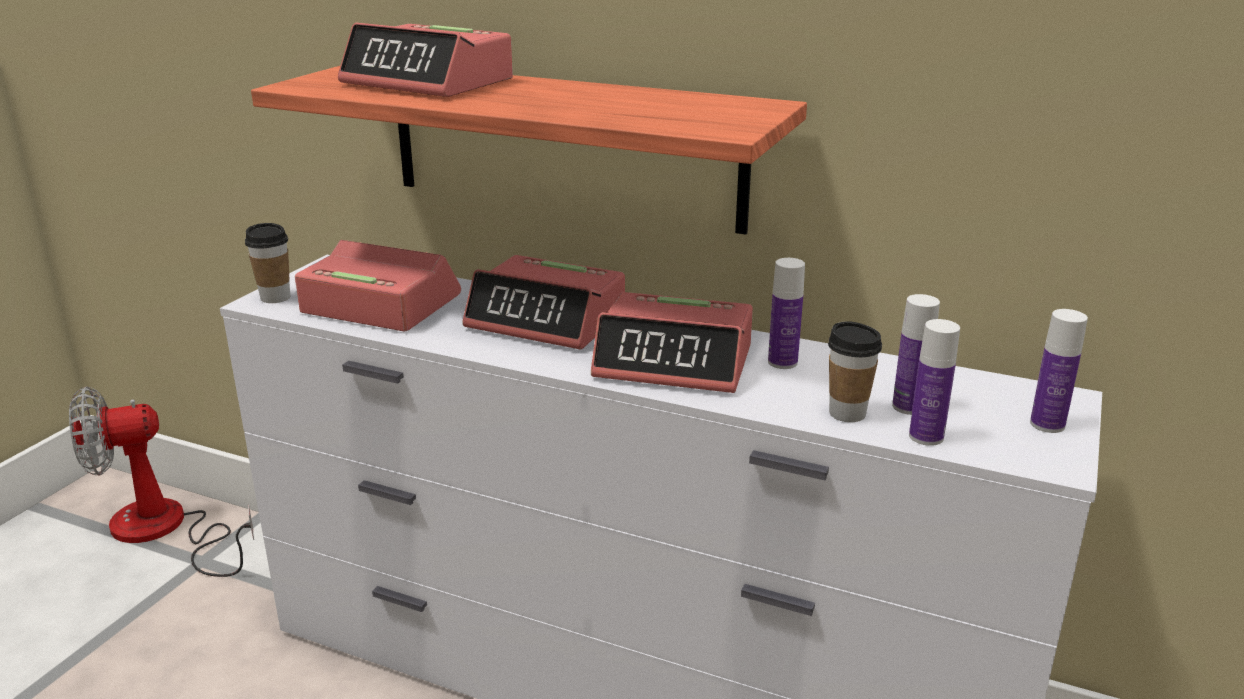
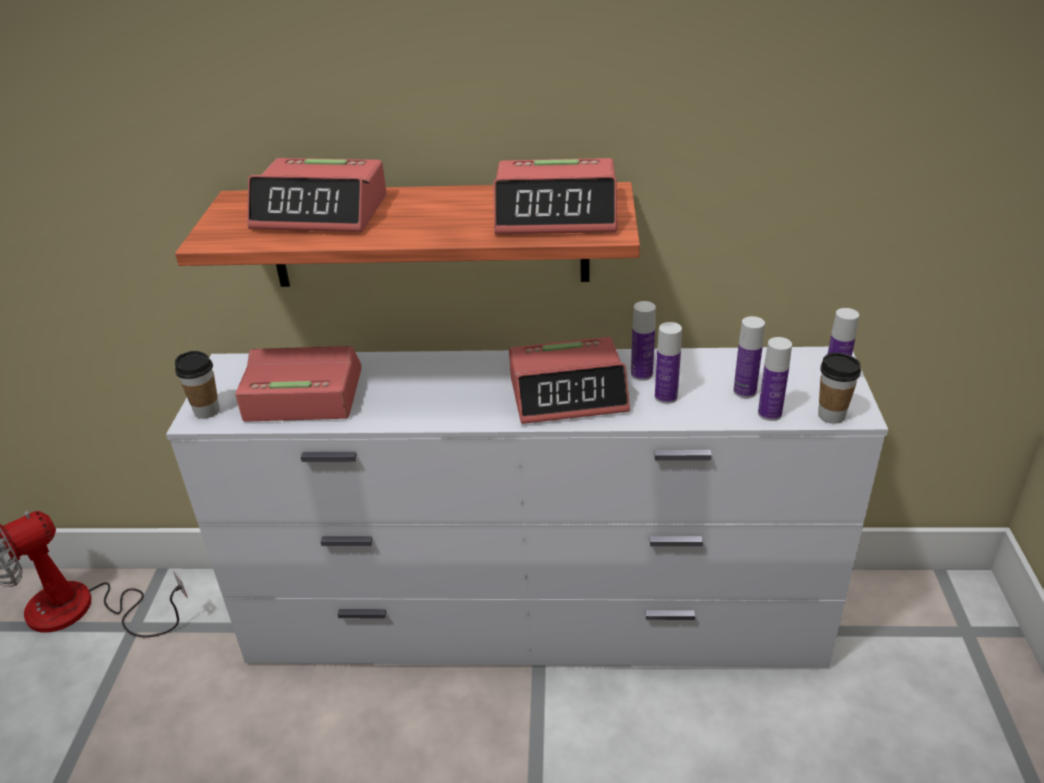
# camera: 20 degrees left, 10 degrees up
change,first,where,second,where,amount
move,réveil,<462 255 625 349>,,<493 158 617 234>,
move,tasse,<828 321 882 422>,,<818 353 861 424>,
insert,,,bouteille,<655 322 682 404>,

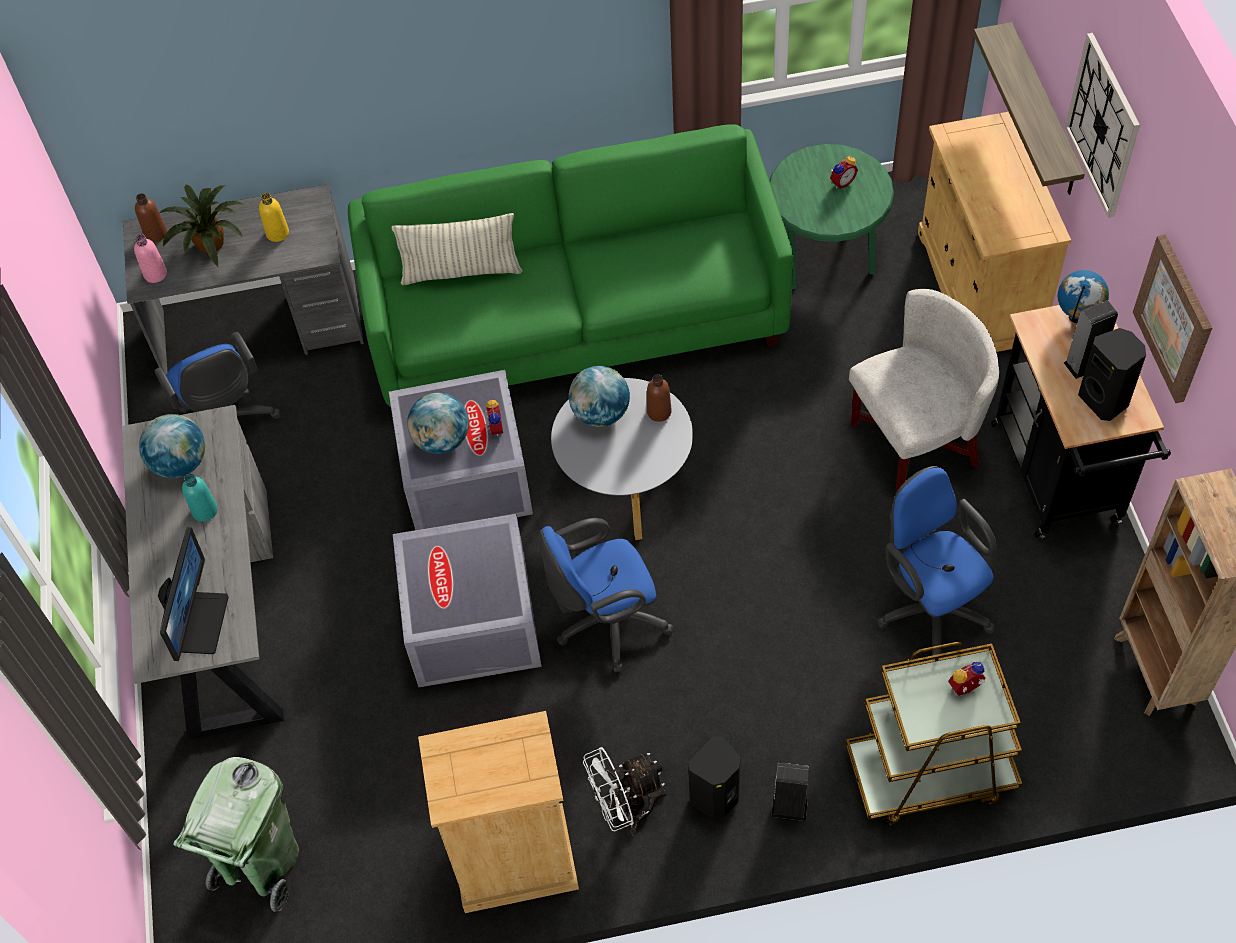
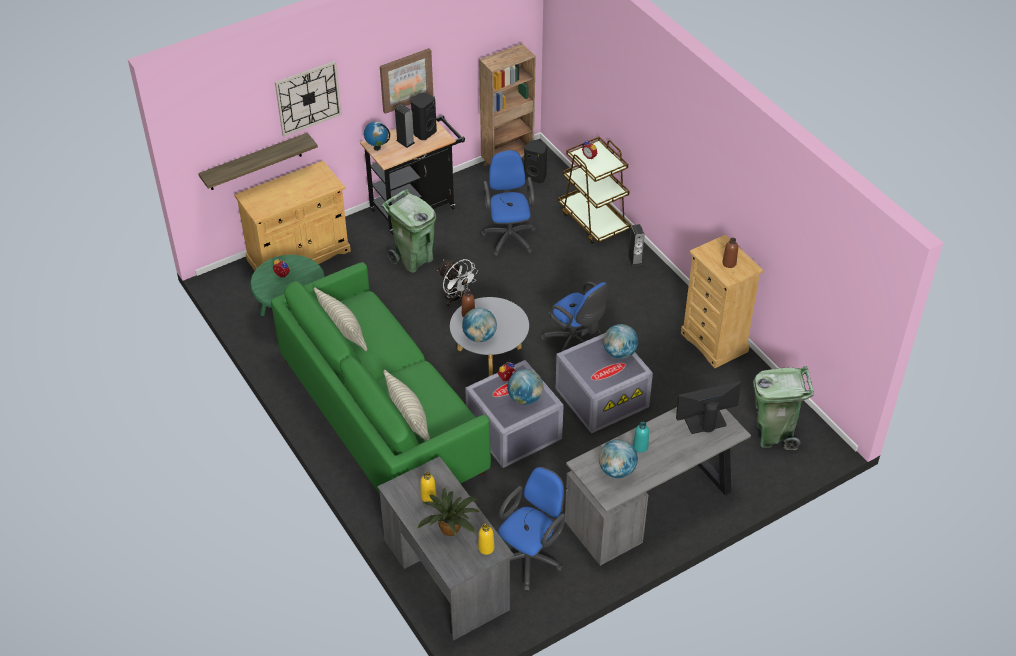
# camera: 115 degrees left, 10 degrees down
change,first,where,second,where,amount
move,bouteille [marron],<135 193 167 242>,,<722 237 738 268>,
recolor,bouteille [rose],<134 234 167 283>,bouteille [jaune],<478 523 494 555>,
replace,fauteuil [blanc],<849 289 999 493>,poubelle [vert],<381 189 436 273>,
rotate,chaise de bureau [bleu],<877 466 997 660>,,<481 150 536 257>,135 degrees clockwise
move,enceinte [noir],<688 736 740 819>,,<524 140 547 183>,
move,ventilateur [blanc],<583 747 666 836>,,<437 259 478 306>,
insert,,,coussin,<314 287 367 351>,
insert,,,globe,<603 324 638 359>,

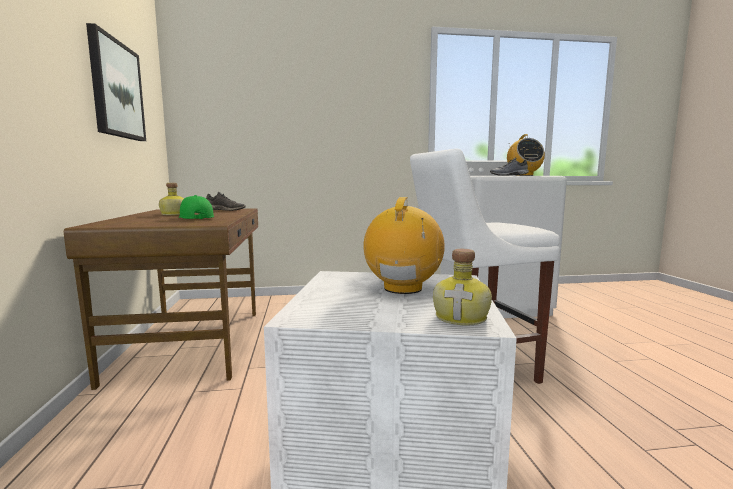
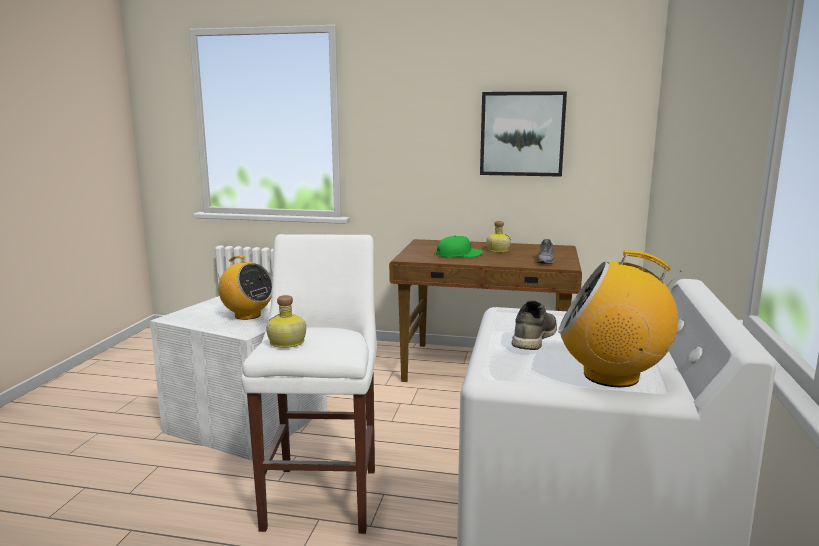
# camera: 110 degrees right, 5 degrees up
change,first,where,second,where,amount
move,bouteille,<433 249 492 326>,,<266 295 306 348>,

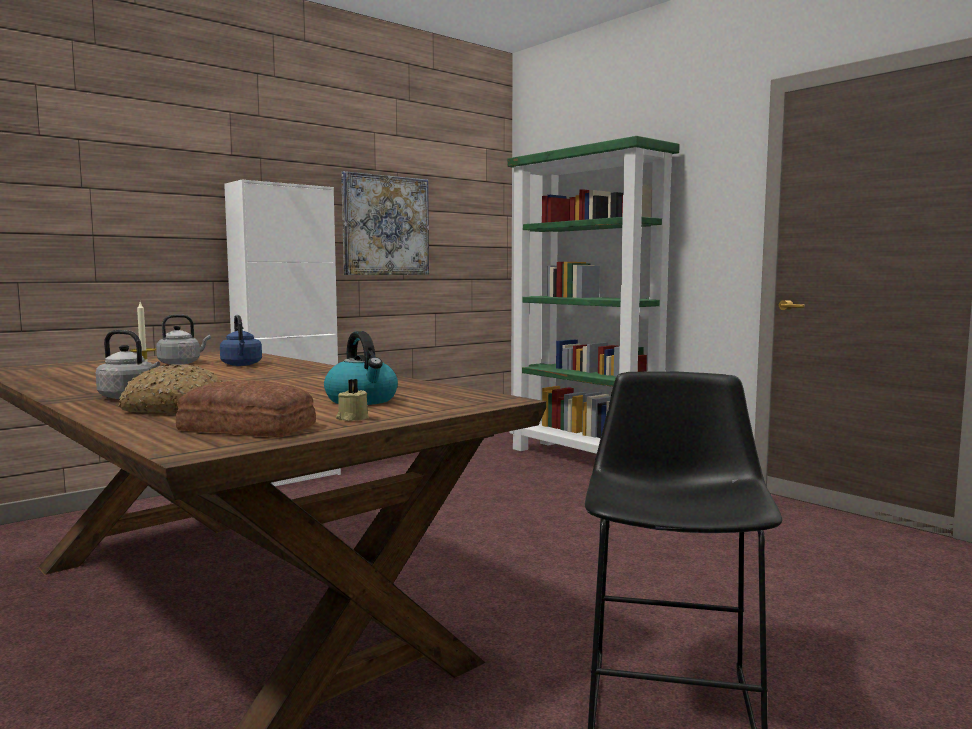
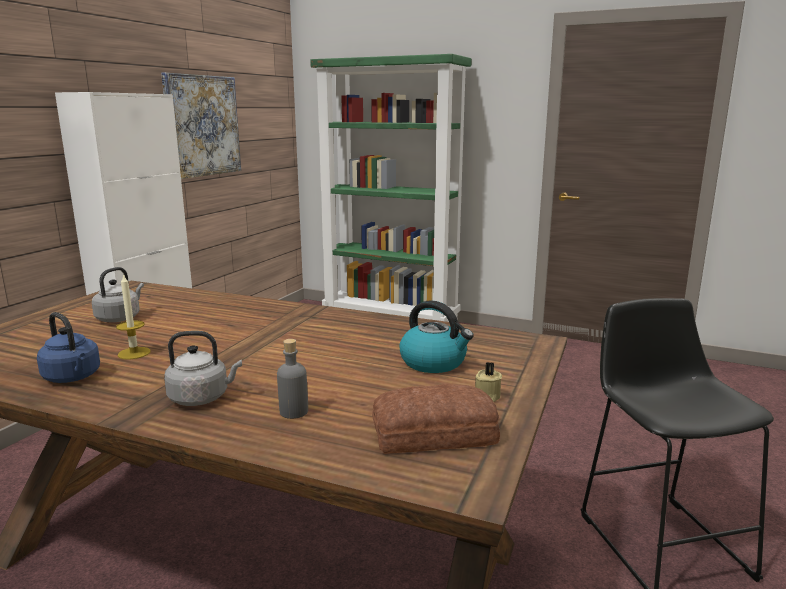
# camera: 25 degrees left, 10 degrees up
change,first,where,second,where,amount
move,bouilloire [bleu],<220 315 262 366>,,<37 312 100 383>,
replace,pain,<119 364 223 414>,bouteille [gris],<277 339 308 419>,

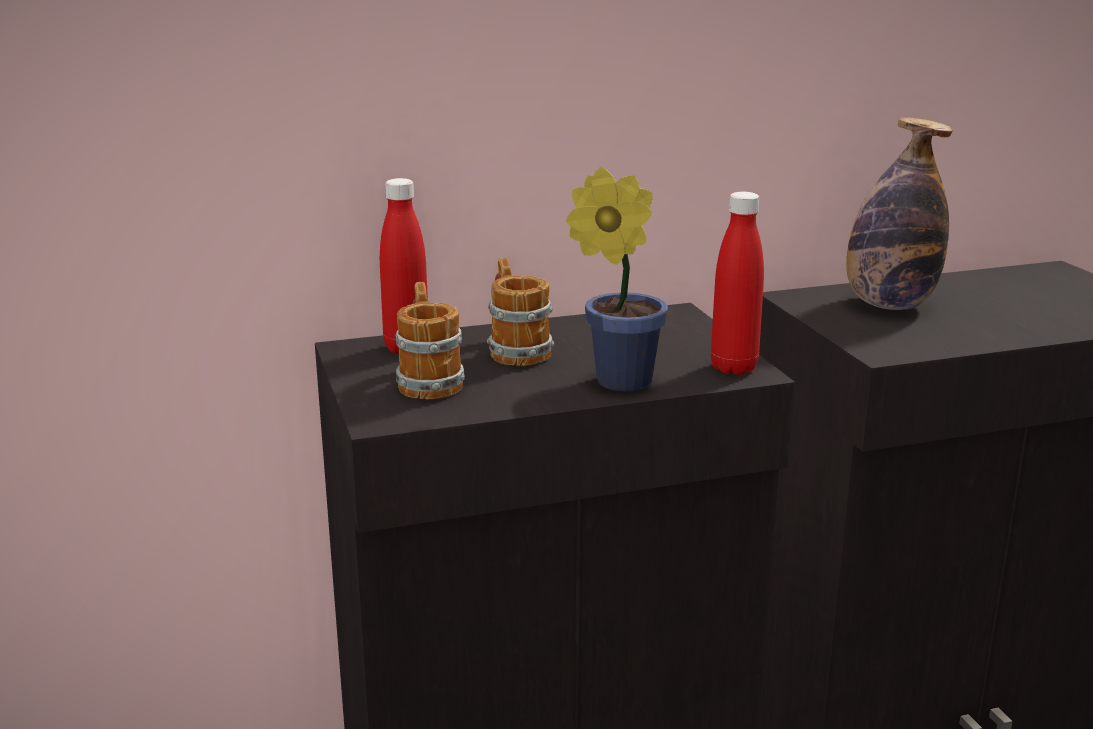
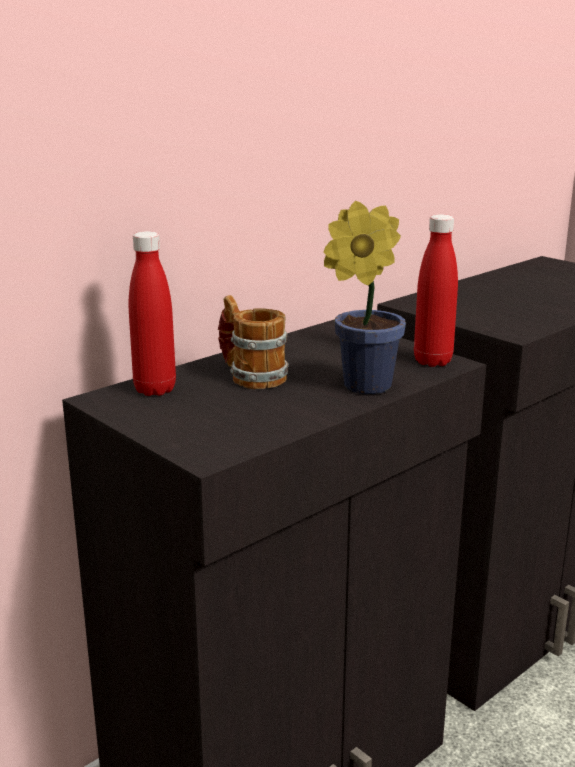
# camera: 25 degrees left, 0 degrees up
change,first,where,second,where,amount
delete,bouteille,<846 117 953 310>,,,
delete,mug,<396 282 465 399>,,,

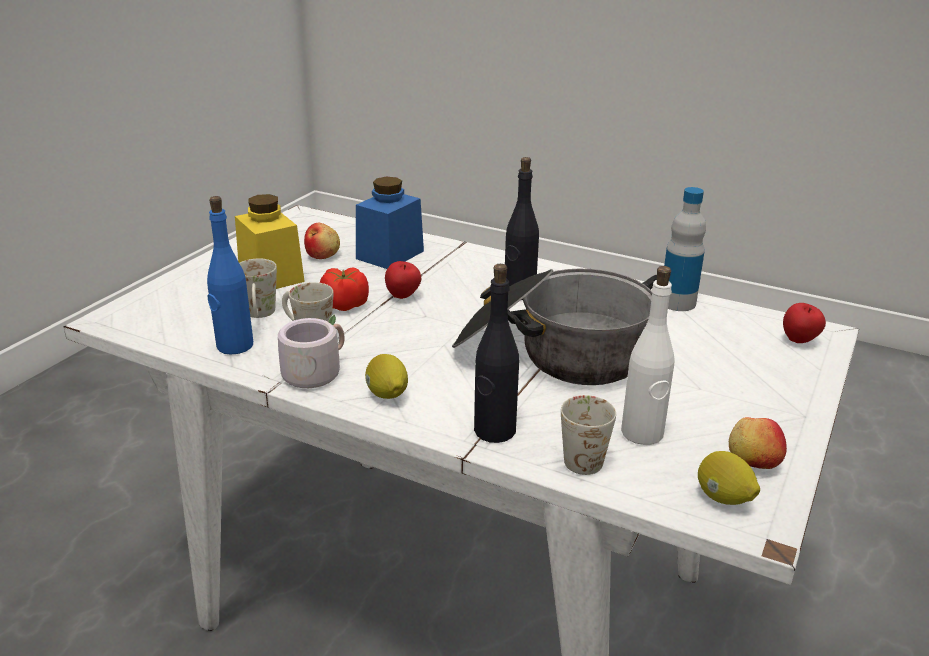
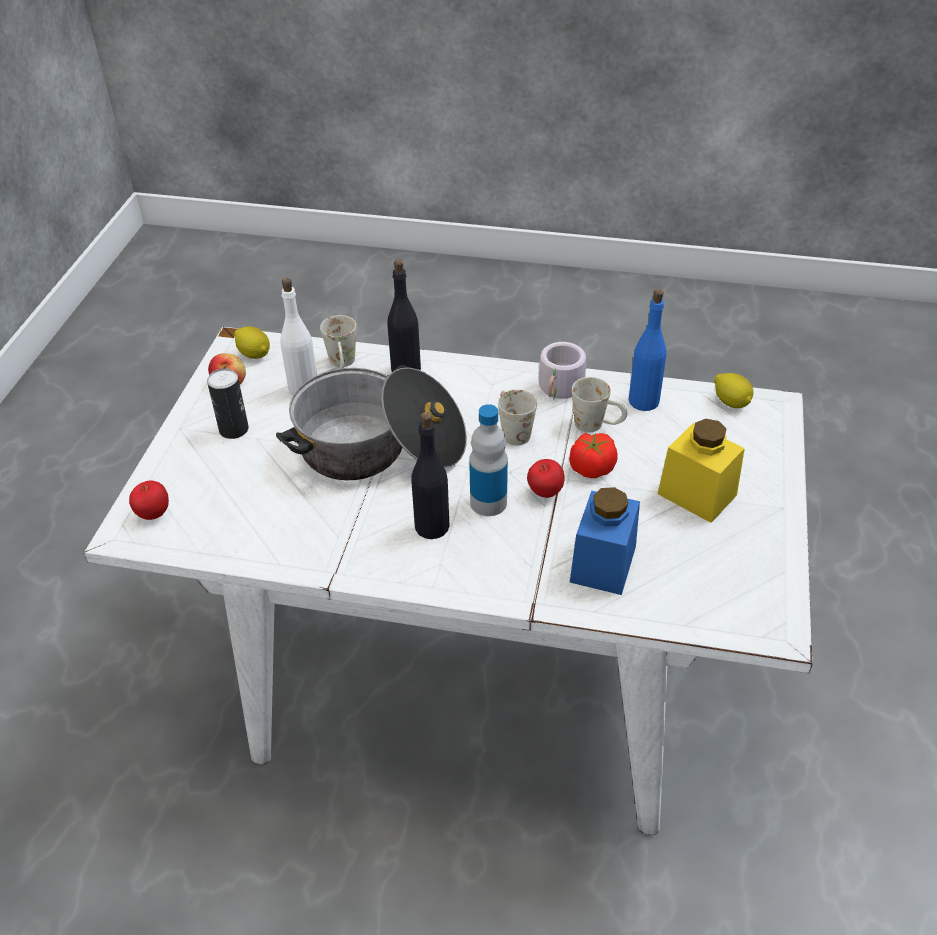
# camera: 165 degrees right, 15 degrees up
change,first,where,second,where,amount
move,bouteille,<664 187 706 311>,,<469 404 508 516>,
delete,pomme,<304 223 340 259>,,,
move,mug [blanc],<239 258 277 318>,,<498 389 537 446>,
move,citron,<365 354 408 399>,,<714 373 753 408>,
insert,,,boîte métallique,<207 368 249 439>,

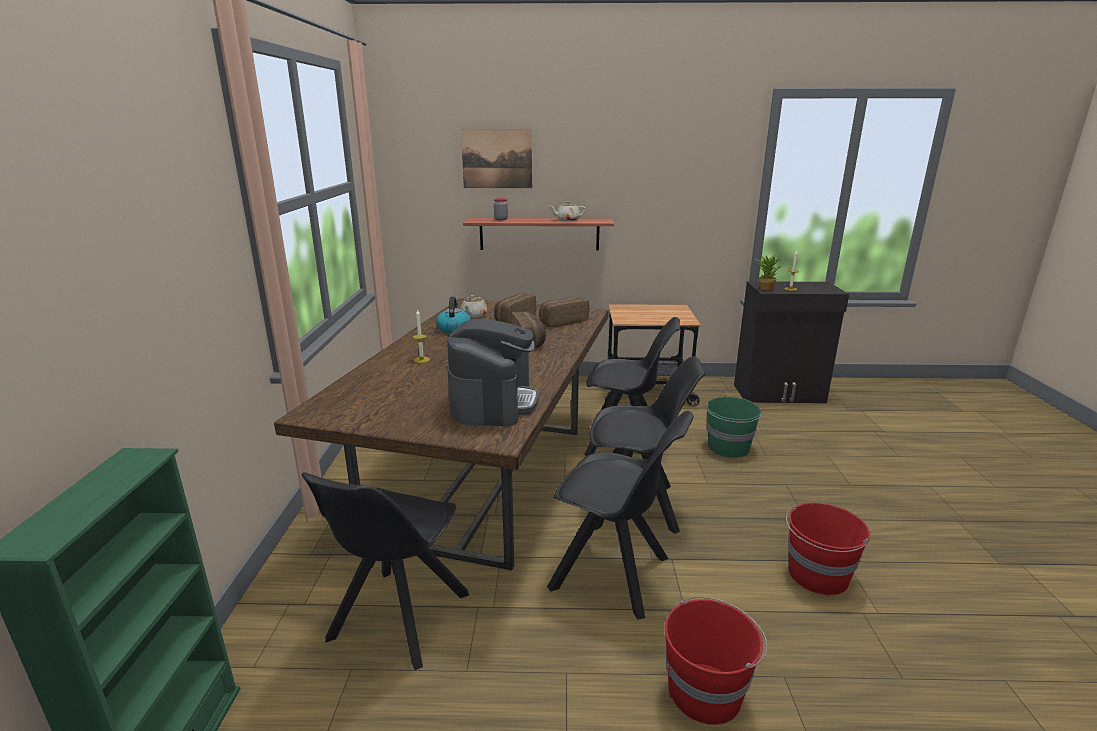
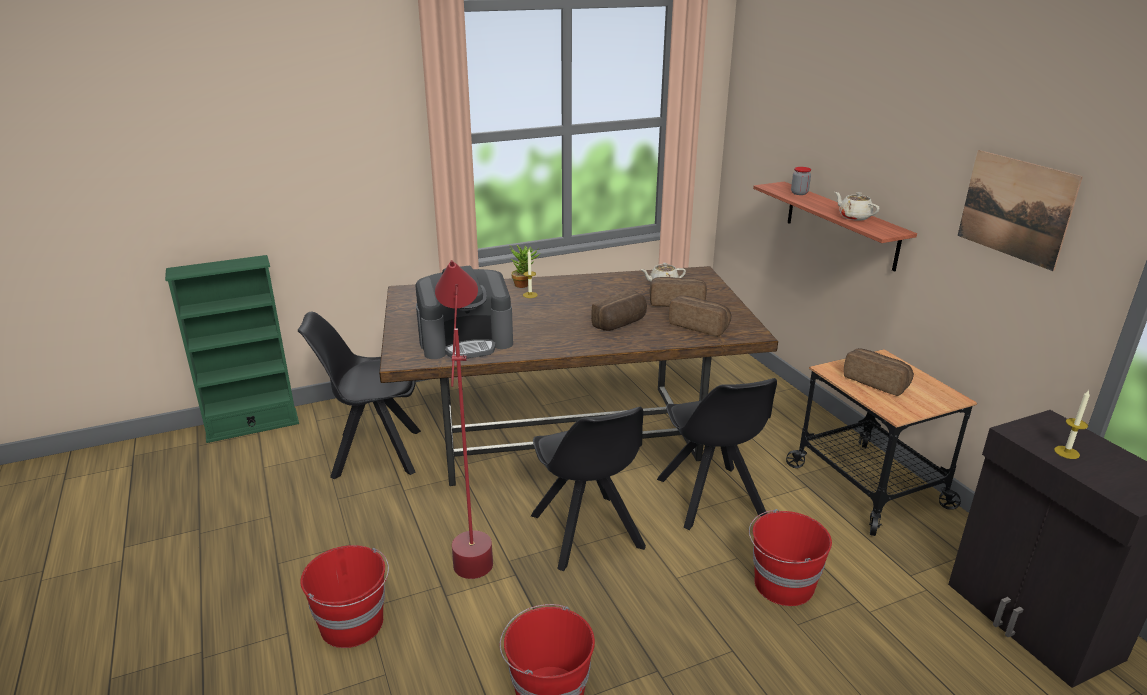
# camera: 65 degrees right, 5 degrees up
change,first,where,second,where,amount
move,tableau,<461 129 532 188>,,<958 150 1083 271>,
move,plante en pot,<755 255 783 290>,,<509 245 541 288>,
delete,bouilloire,<436 297 471 333>,,,
recolor,seau [vert],<705 397 763 458>,seau [rouge],<749 509 832 606>,
replace,chaise [noir],<547 411 693 620>,lampadaire [rouge],<435 260 493 579>,
insert,,,pain,<844 348 914 396>,

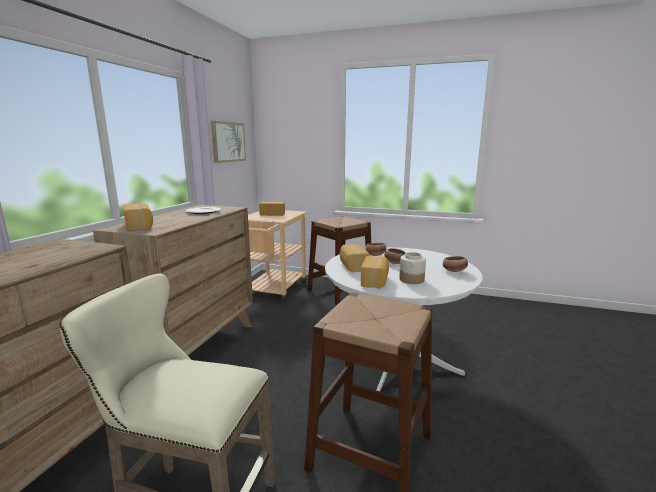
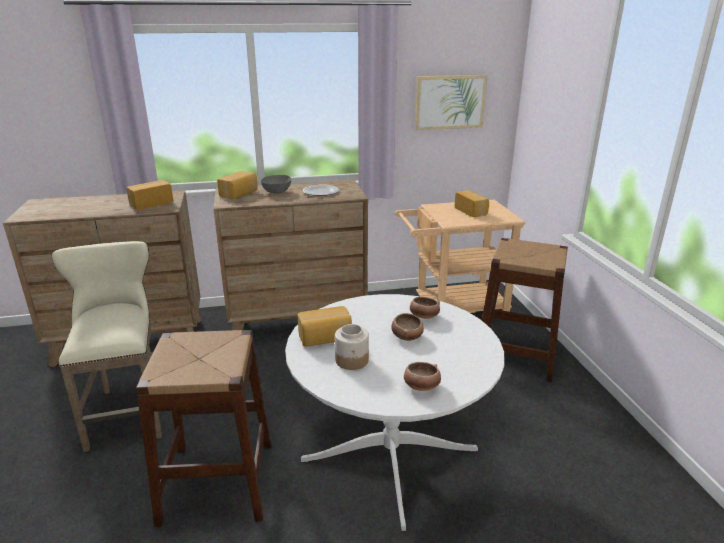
# camera: 60 degrees right, 10 degrees up
change,first,where,second,where,amount
move,pain,<340 244 369 272>,,<126 180 173 210>,
insert,,,bol [gris],<261 175 291 194>,

